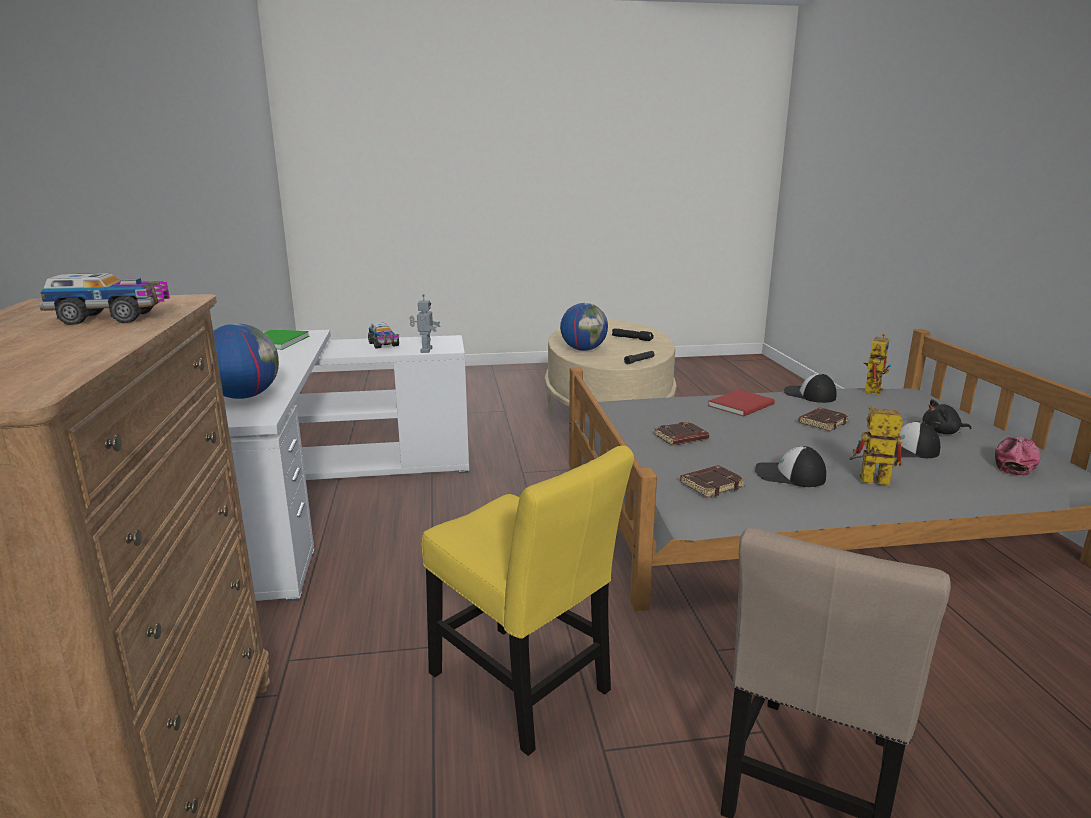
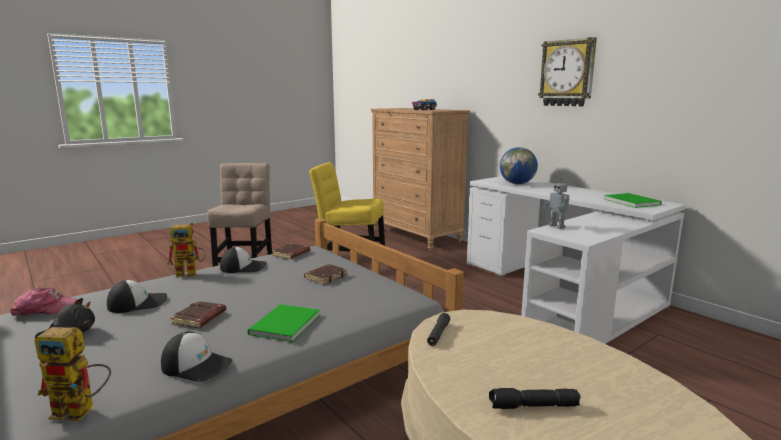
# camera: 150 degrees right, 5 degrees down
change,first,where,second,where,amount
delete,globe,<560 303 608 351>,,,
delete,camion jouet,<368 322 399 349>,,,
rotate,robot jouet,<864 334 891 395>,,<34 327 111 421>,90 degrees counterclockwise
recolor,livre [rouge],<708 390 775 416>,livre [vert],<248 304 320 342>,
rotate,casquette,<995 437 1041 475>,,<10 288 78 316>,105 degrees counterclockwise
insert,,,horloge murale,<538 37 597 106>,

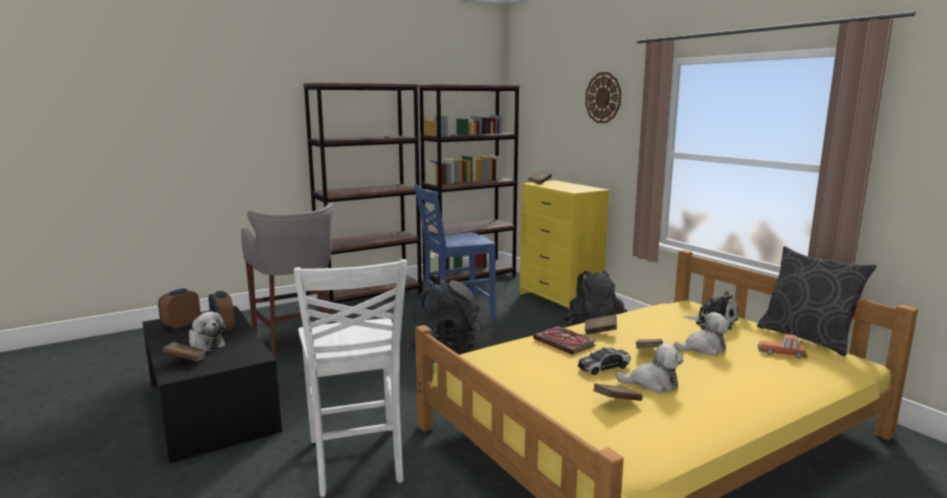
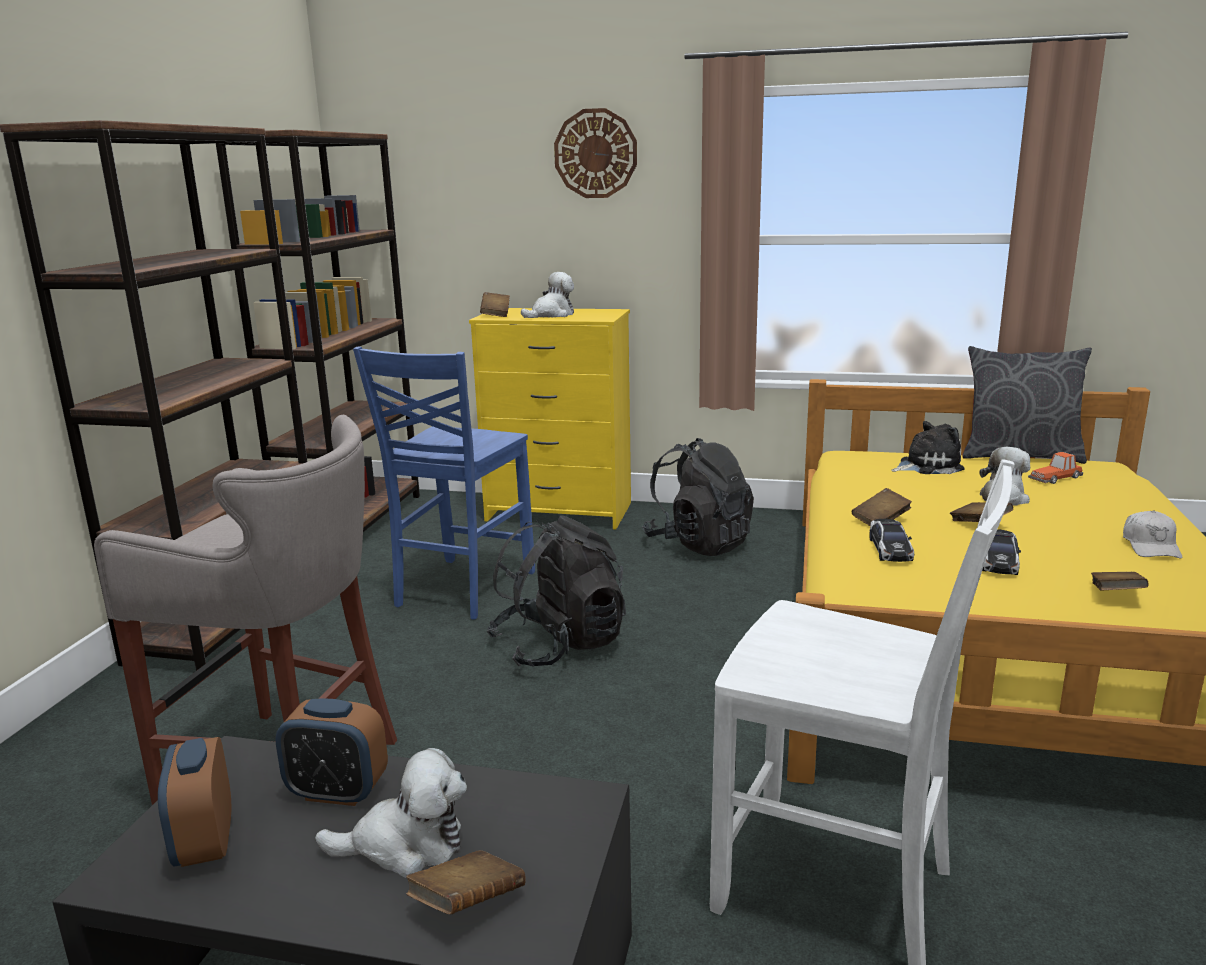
# camera: 45 degrees left, 5 degrees up
change,first,where,second,where,amount
replace,livre,<533 326 597 355>,petite voiture,<869 519 914 562>,
move,peluche,<615 343 684 393>,,<521 272 574 318>,
insert,,,casquette [blanc],<1123 510 1182 559>,

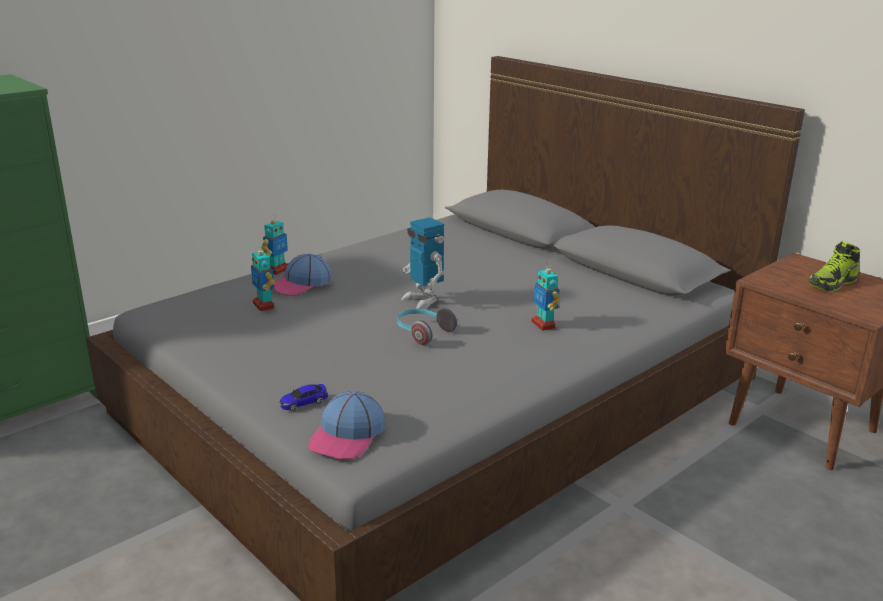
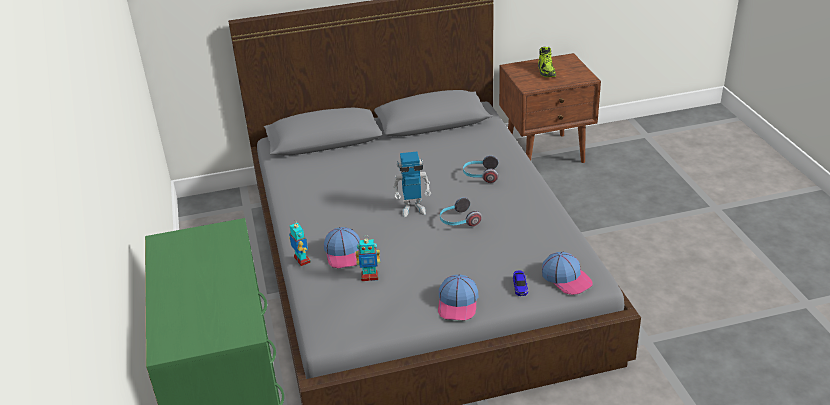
# camera: 60 degrees left, 10 degrees up
change,first,where,second,where,amount
replace,robot jouet,<532 262 560 331>,casque audio,<463 155 499 183>,
insert,,,casquette,<438 274 478 320>,

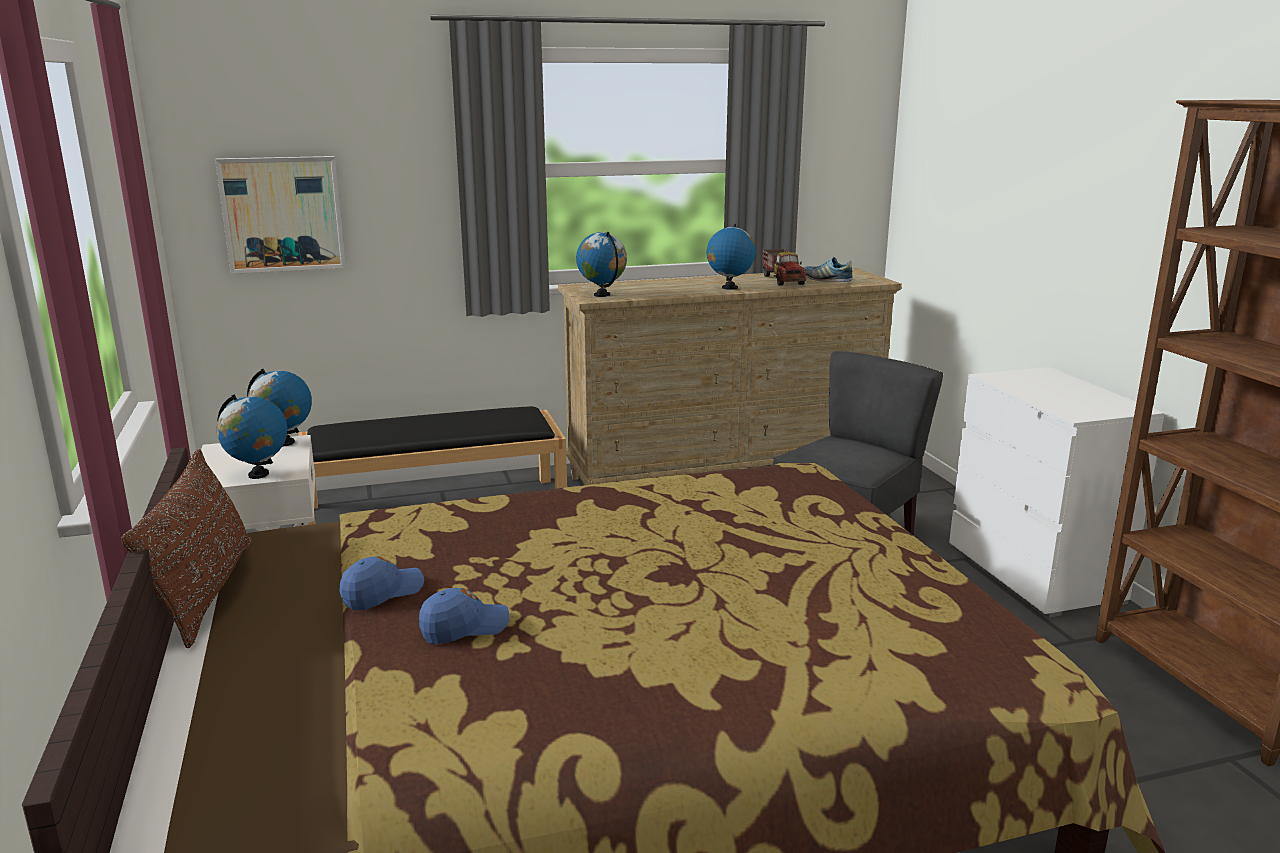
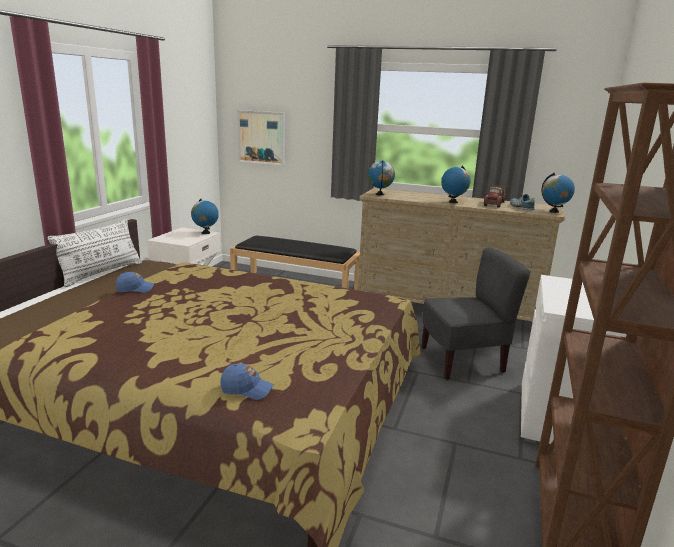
# camera: 35 degrees right, 0 degrees up
change,first,where,second,where,amount
move,globe,<217 394 287 479>,,<541 173 575 213>,
recolor,coussin [marron],<121 449 252 648>,coussin [blanc],<48 219 142 288>,
move,casquette [bleu],<419 588 510 644>,,<220 364 274 400>,

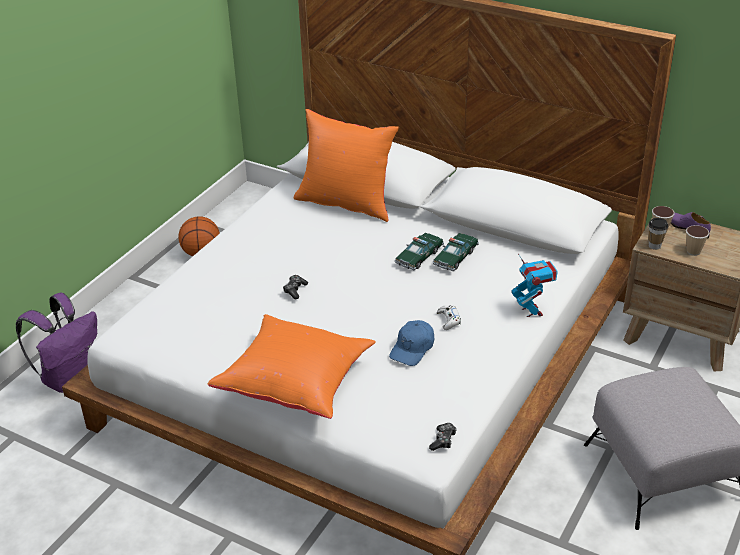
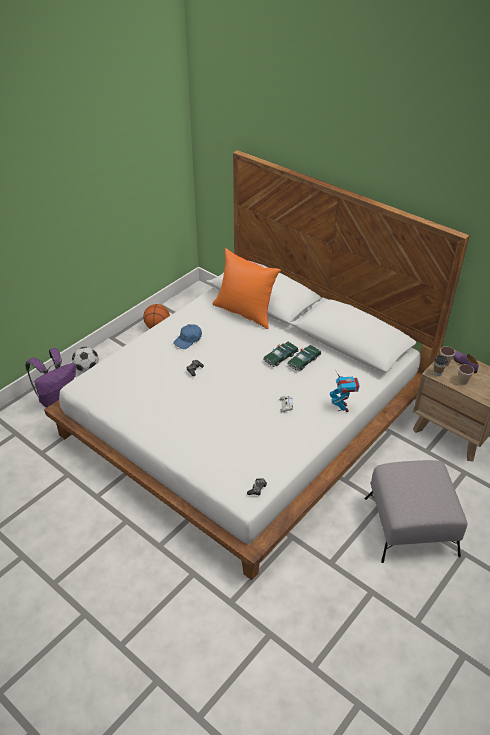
# camera: 10 degrees right, 5 degrees up
change,first,where,second,where,amount
delete,coussin [orange],<208 314 376 419>,,,
move,casquette [bleu],<389 320 434 366>,,<173 324 202 349>,
insert,,,ballon de foot,<72 347 99 373>,

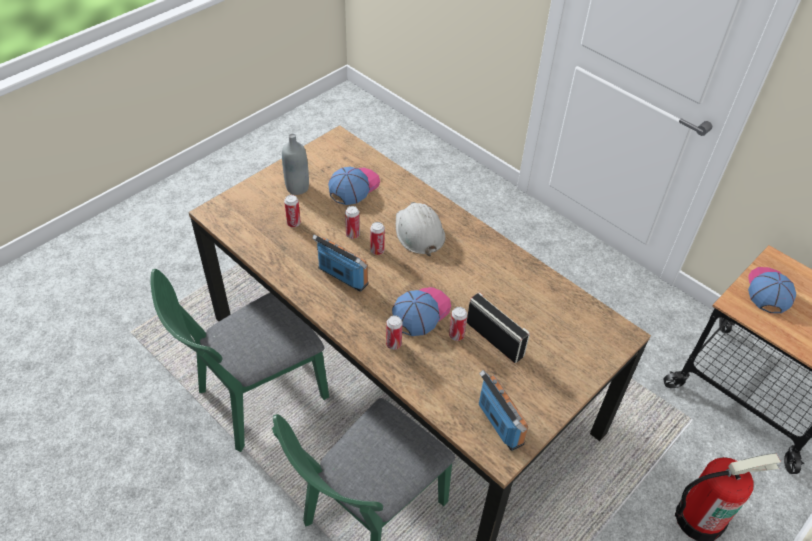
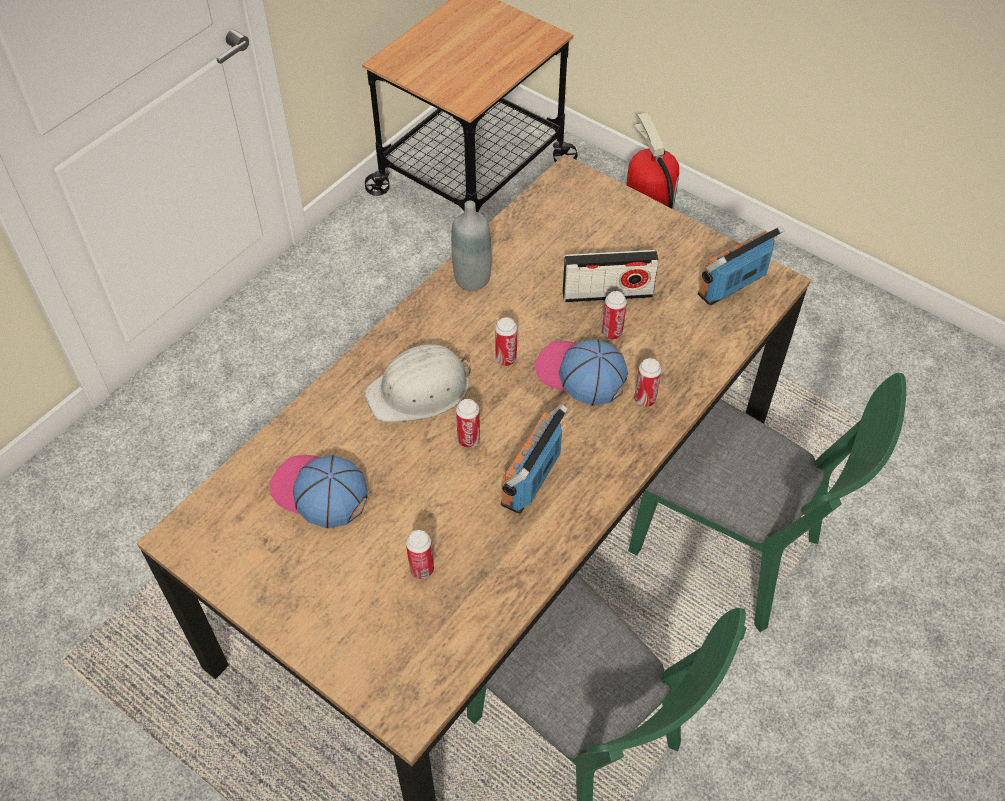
# camera: 95 degrees left, 5 degrees up
change,first,where,second,where,amount
move,bouteille [gris],<282 134 309 195>,,<451 200 491 291>,
move,boîte métallique,<345 206 360 239>,,<495 317 517 366>,
delete,casquette,<748 267 796 313>,,,
rotate,radio,<467 292 530 363>,,<563 250 659 303>,135 degrees counterclockwise

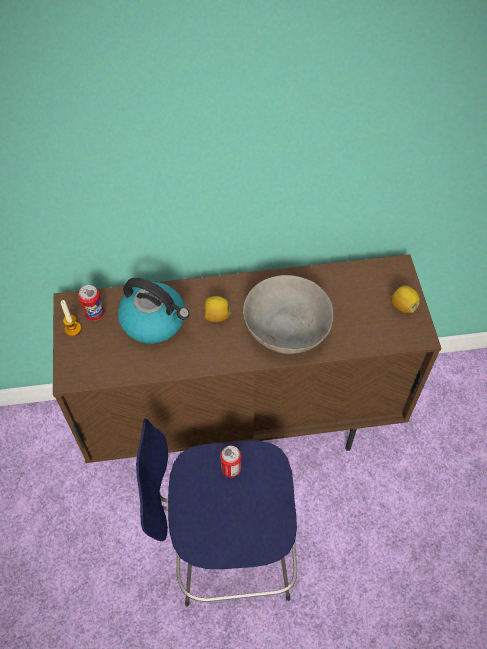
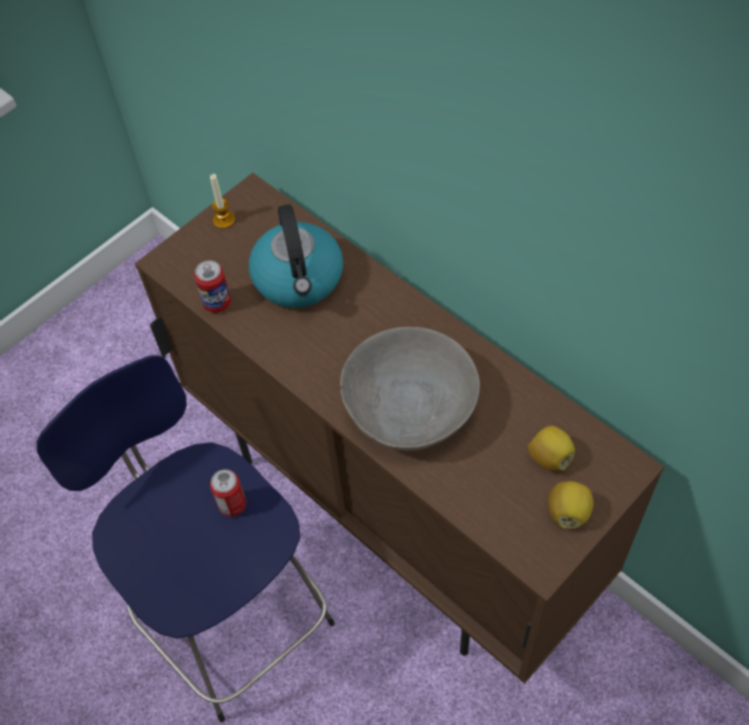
# camera: 55 degrees right, 0 degrees up
change,first,where,second,where,amount
move,boîte métallique,<78 285 104 321>,,<194 260 231 313>,
move,citron,<204 296 231 322>,,<528 426 575 471>,

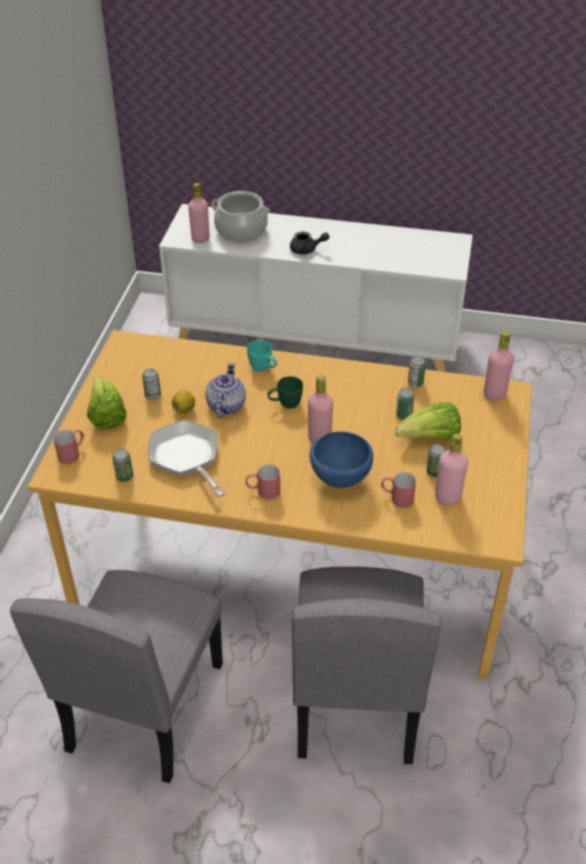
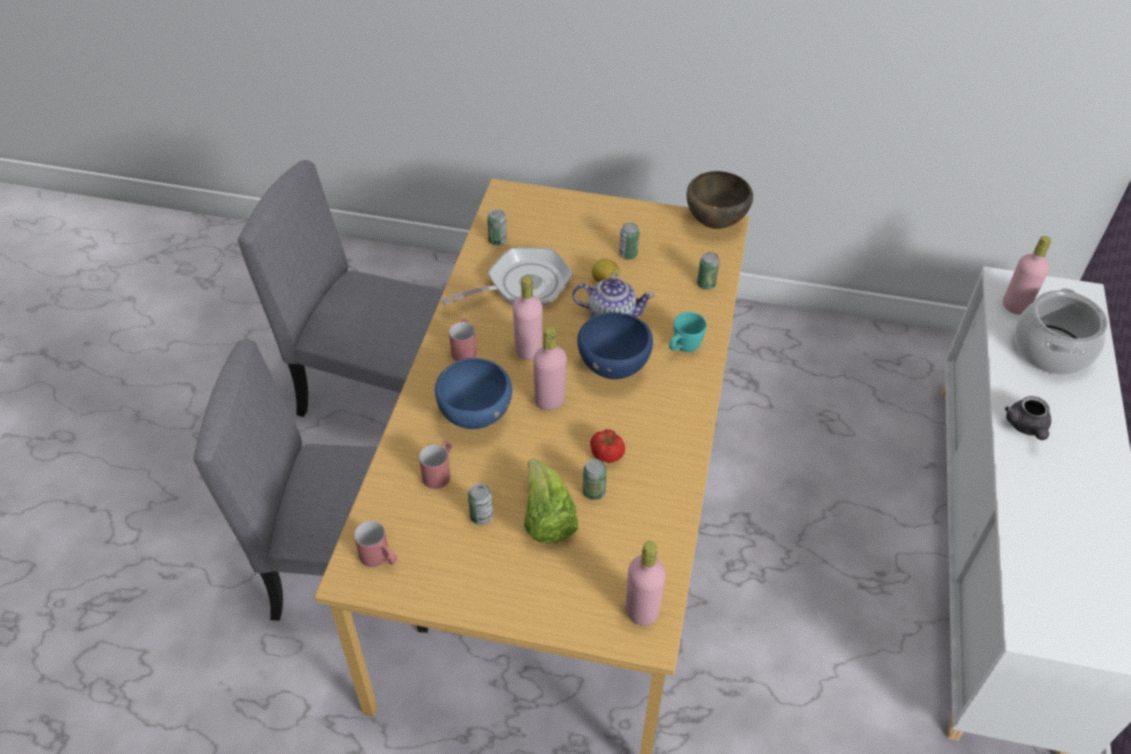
# camera: 90 degrees right, 5 degrees up
change,first,where,second,where,amount
move,boîte métallique,<408 356 426 387>,,<697 252 720 290>,
delete,laitue,<87 376 126 430>,,,
replace,mug [vert],<267 376 303 409>,bol [bleu],<577 312 653 379>,
move,mug [rouge],<53 430 84 464>,,<354 521 397 567>,
move,bouteille [rose],<435 433 468 505>,,<513 276 543 360>,
insert,,,bol [marron],<687 171 753 229>,
insert,,,tomate,<590 429 625 463>,

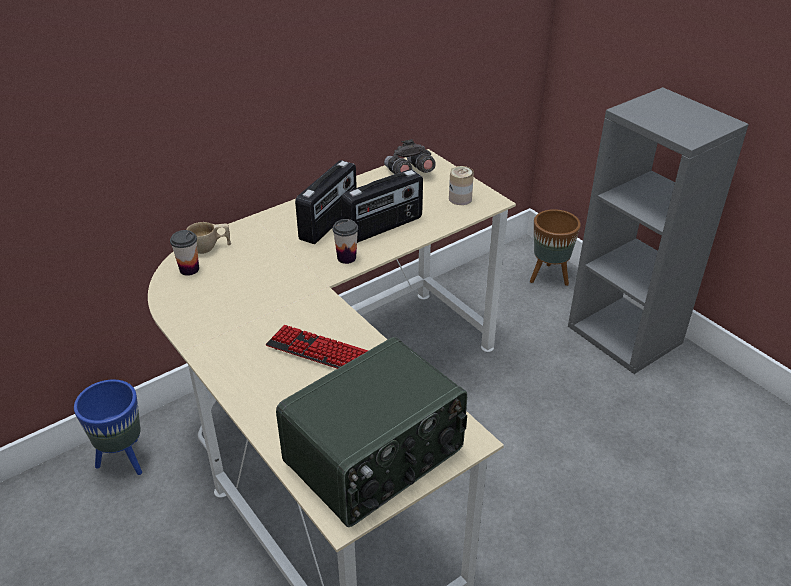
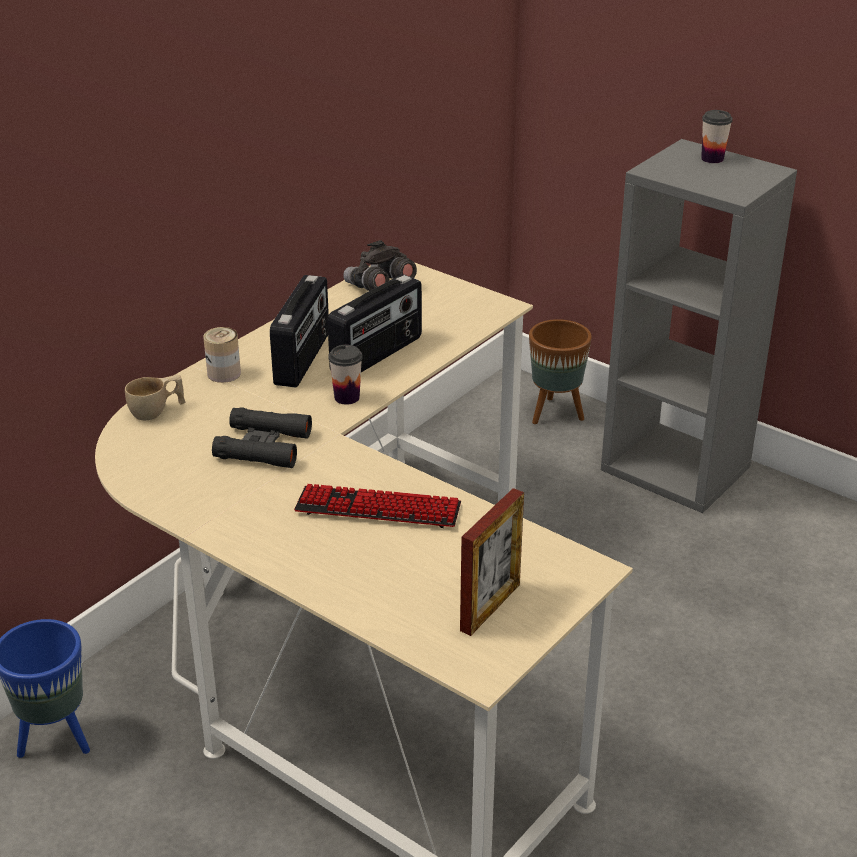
# camera: 15 degrees left, 5 degrees down
change,first,where,second,where,amount
move,boîte métallique,<449 166 474 205>,,<203 327 241 383>,
move,tasse,<170 230 199 276>,,<701 110 733 163>,
replace,radio,<276 337 467 527>,cadre photo,<460 488 524 636>,
insert,,,jumelles [noir],<212 408 312 468>,

